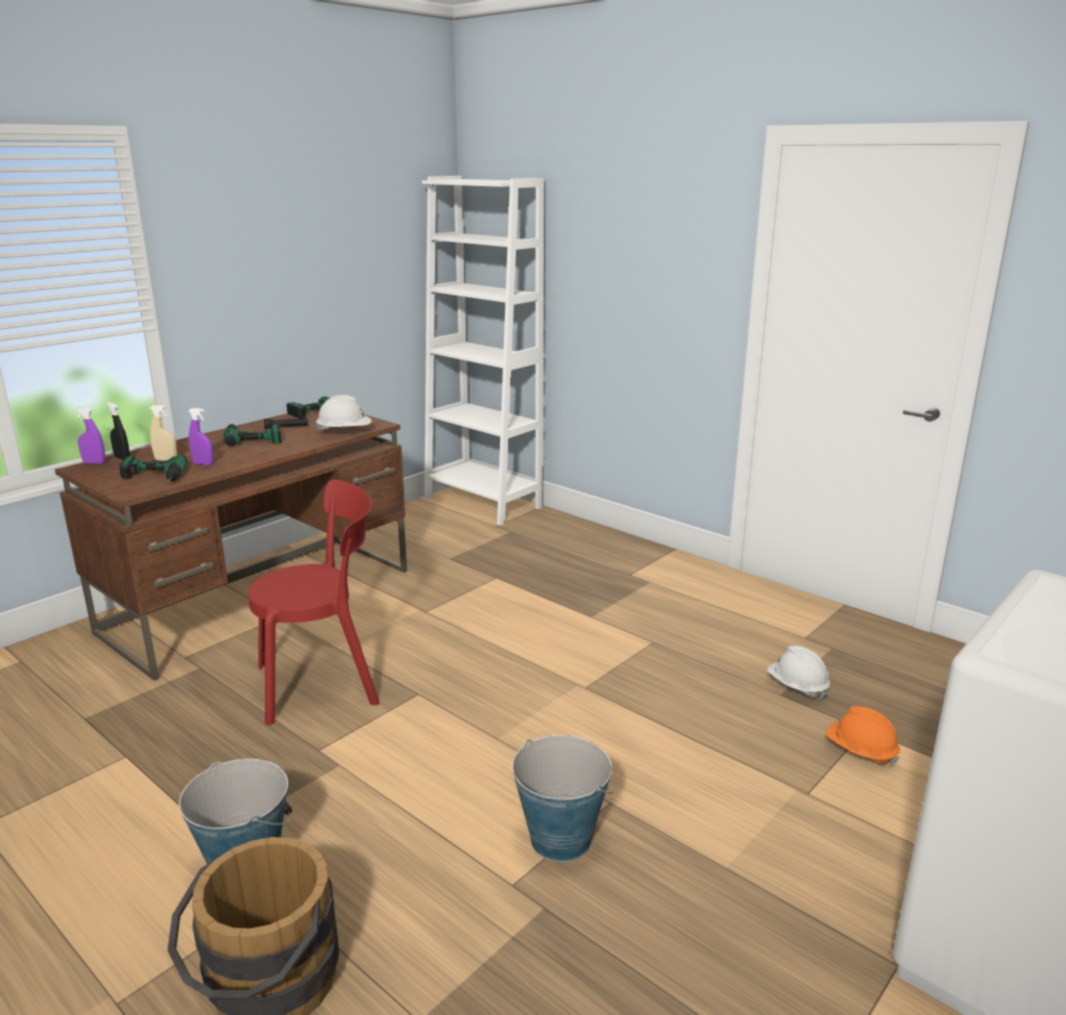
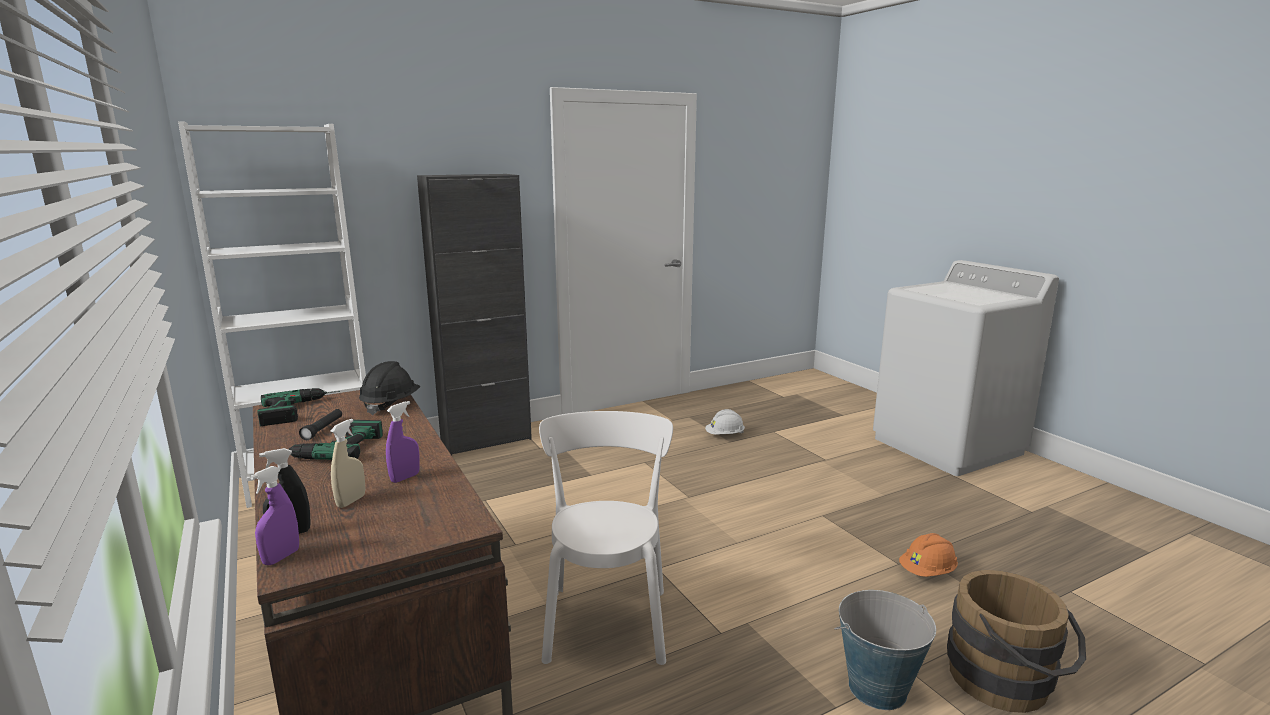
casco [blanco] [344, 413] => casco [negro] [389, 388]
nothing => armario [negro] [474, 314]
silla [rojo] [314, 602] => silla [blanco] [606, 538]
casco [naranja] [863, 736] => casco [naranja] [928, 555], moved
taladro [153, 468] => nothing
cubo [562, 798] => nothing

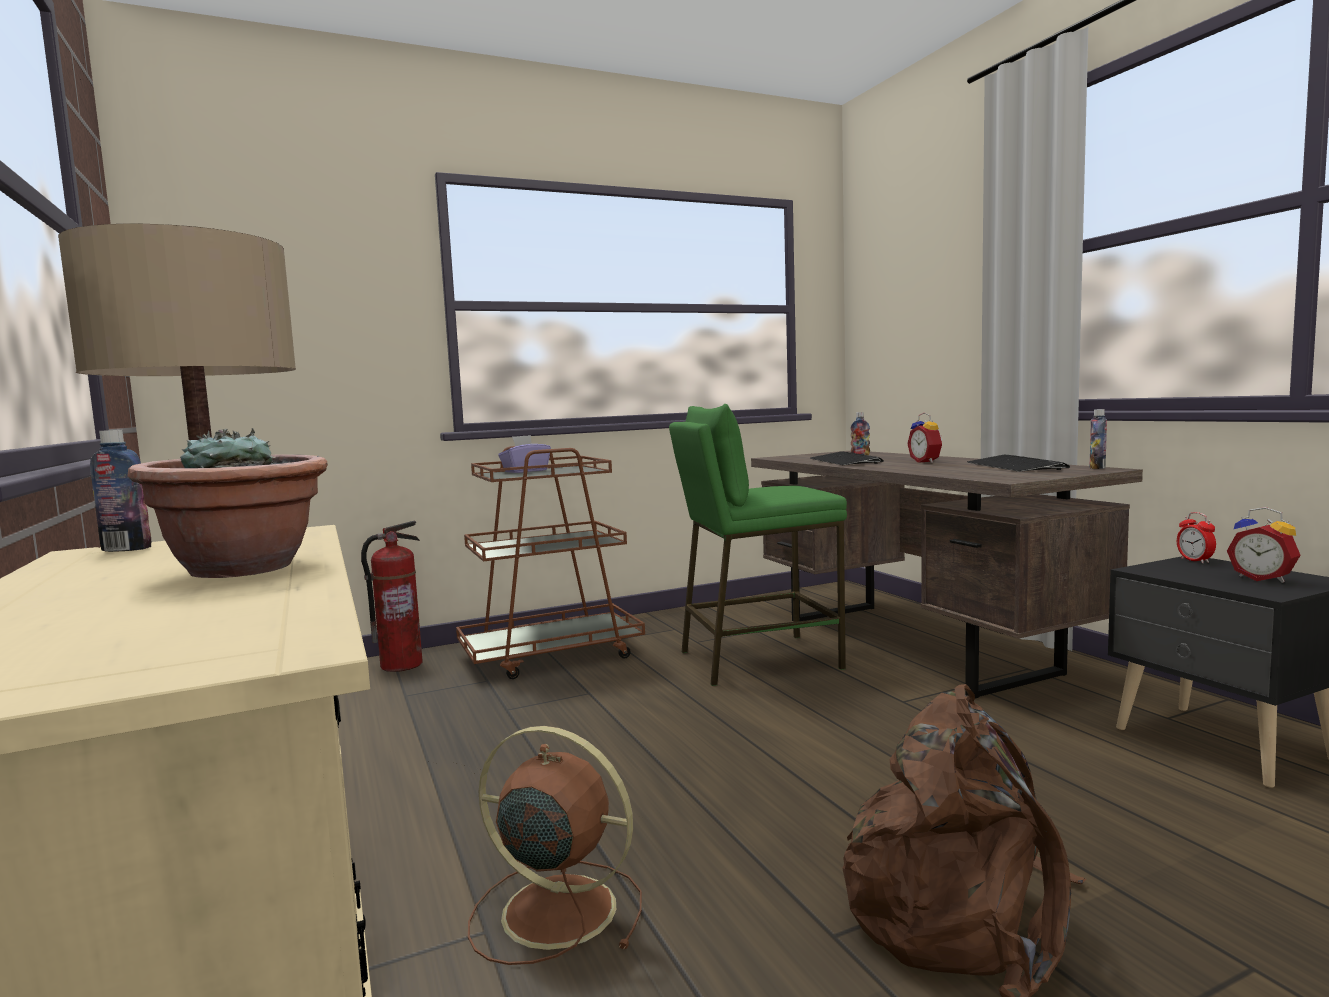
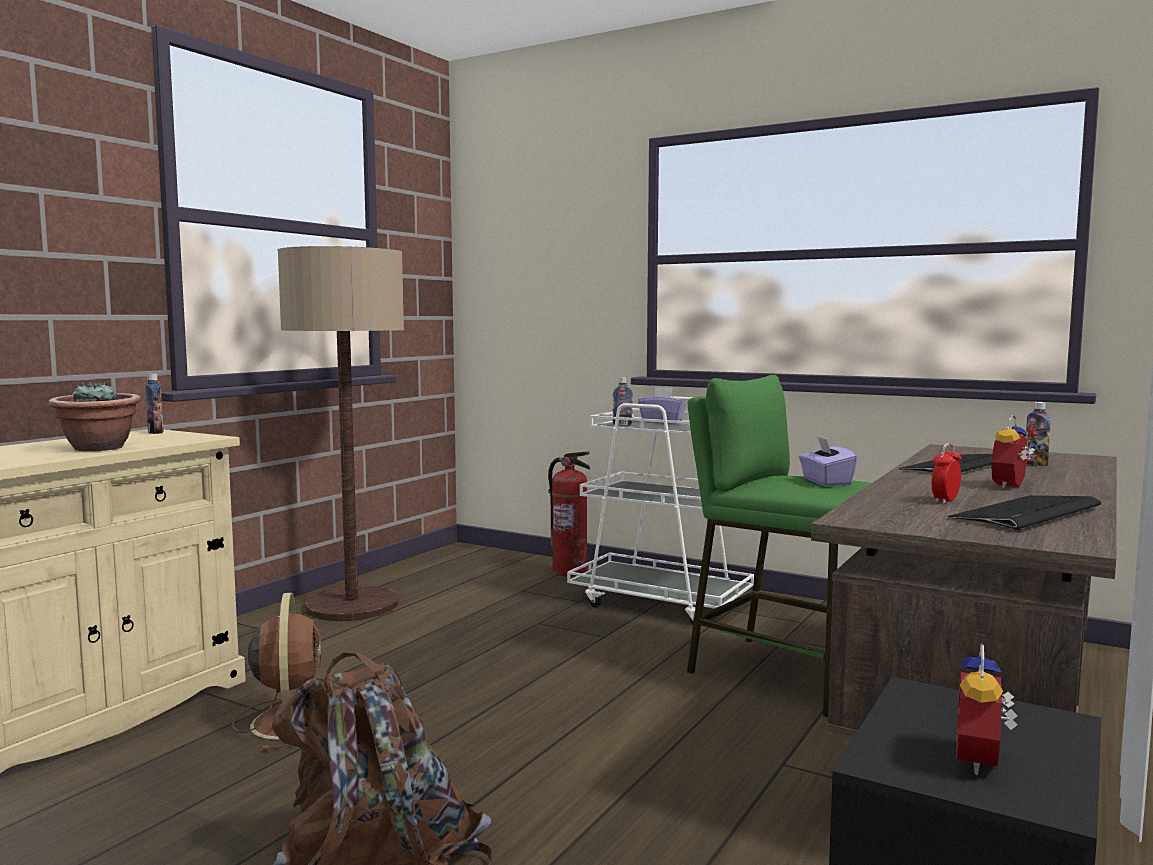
carrito [marrón] [550, 562] => carrito [blanco] [660, 510]
botella [1098, 439] => botella [622, 402], moved
nothing => caja de pañuelos [morado] [828, 461]
despertador [1196, 538] => despertador [947, 473], moved

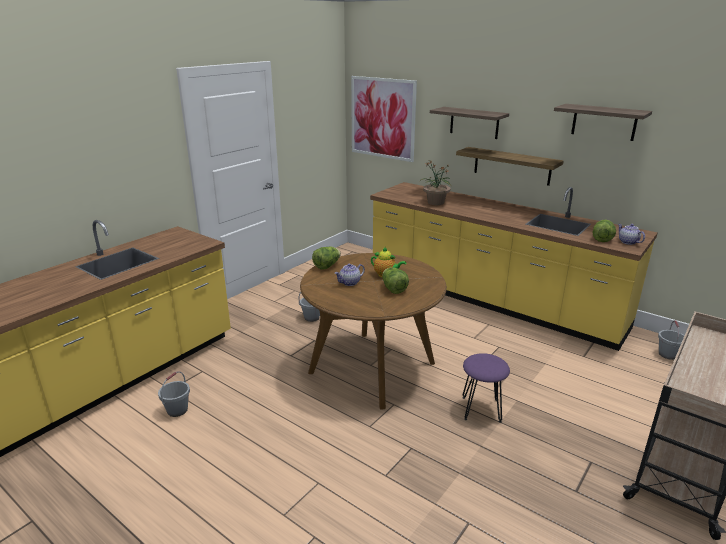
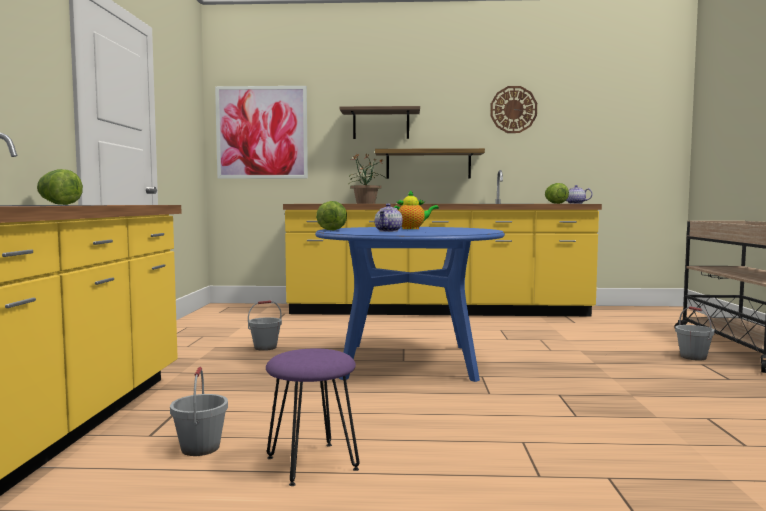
lechuga [396, 280] => lechuga [60, 187], moved
taburete [morado] [486, 388] => taburete [morado] [312, 417], moved
mesa de comedor [marrón] [373, 331] => mesa de comedor [azul] [410, 304]
estante [603, 122] => reloj de pared [513, 109]
cubo [gris] [671, 340] => cubo [gris] [695, 333], moved

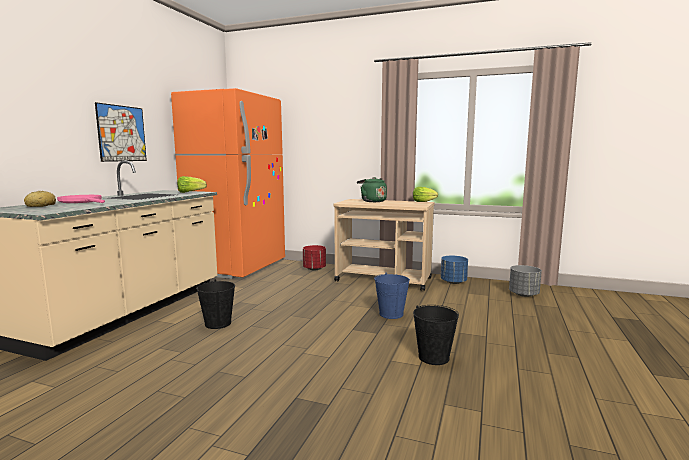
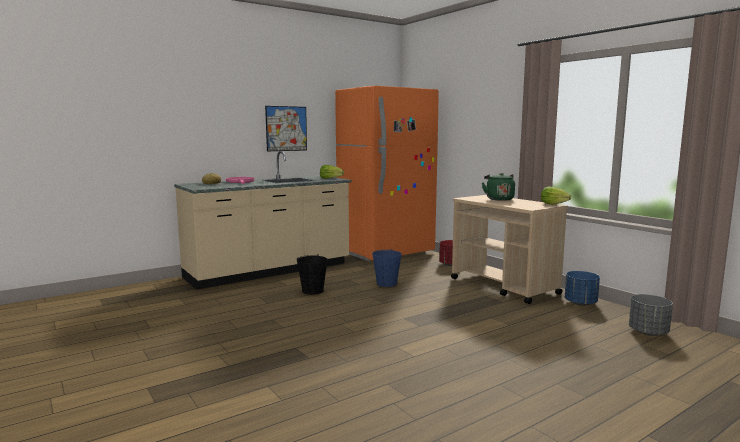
cubo [azul] [392, 296] => cubo [azul] [387, 268], moved
cubo [negro] [436, 335] => nothing

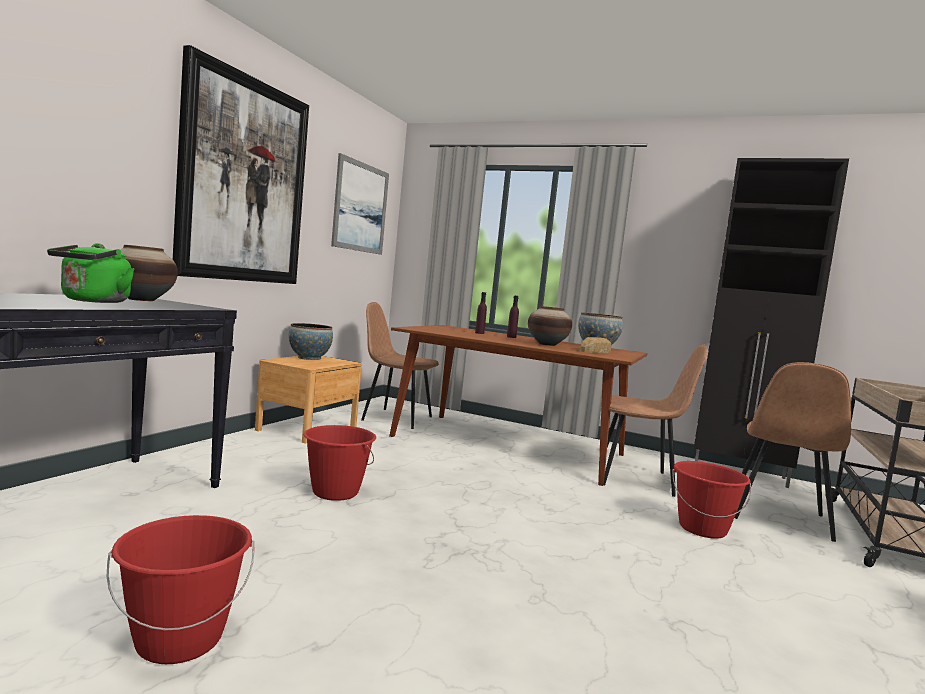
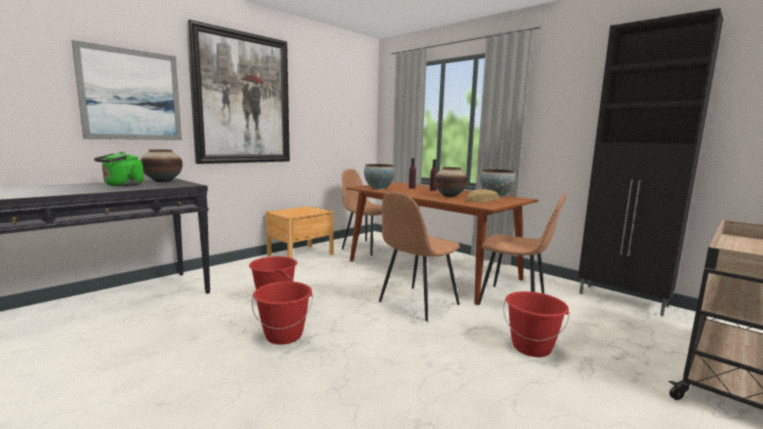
cuadro [360, 204] => cuadro [126, 90], moved
cubo [rojo] [181, 589] => cubo [rojo] [282, 313], moved
cuenco [311, 341] => cuenco [379, 177], moved
silla [marrón] [793, 452] => silla [marrón] [419, 256], moved

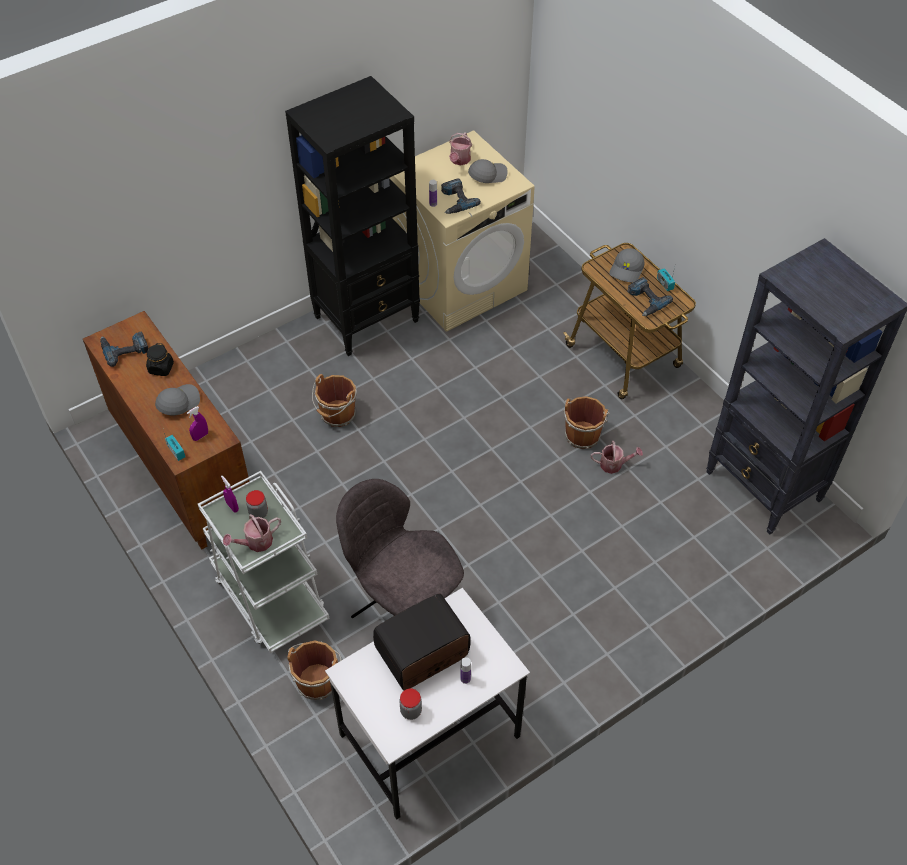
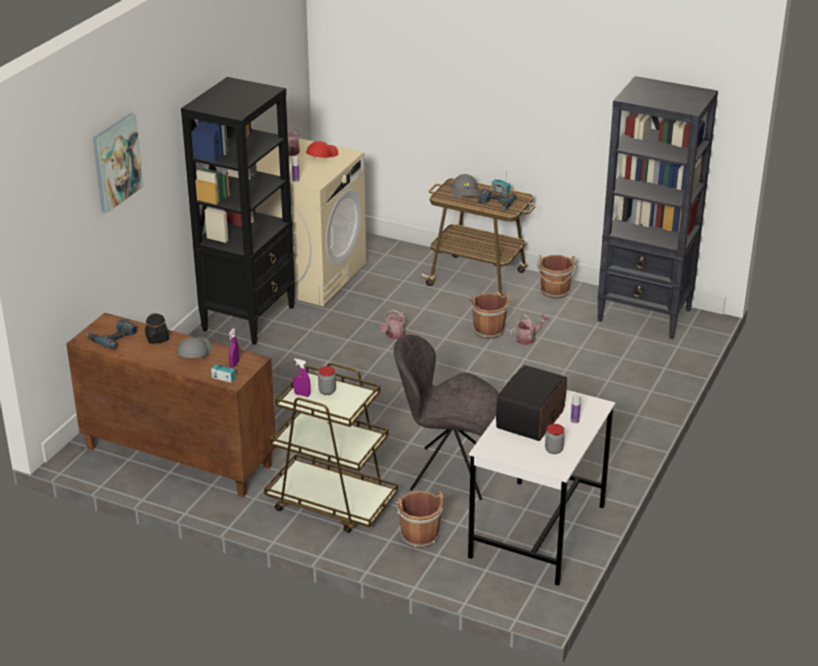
nothing => cuadro [118, 163]
carrito [blanco] [263, 562] => carrito [marrón] [331, 448]
gorra [gris] [488, 171] => gorra [rojo] [322, 149]
regadera [252, 533] => regadera [392, 324], moved
cubo [marrón] [334, 400] => cubo [marrón] [557, 277], moved
taladro [461, 196] => nothing

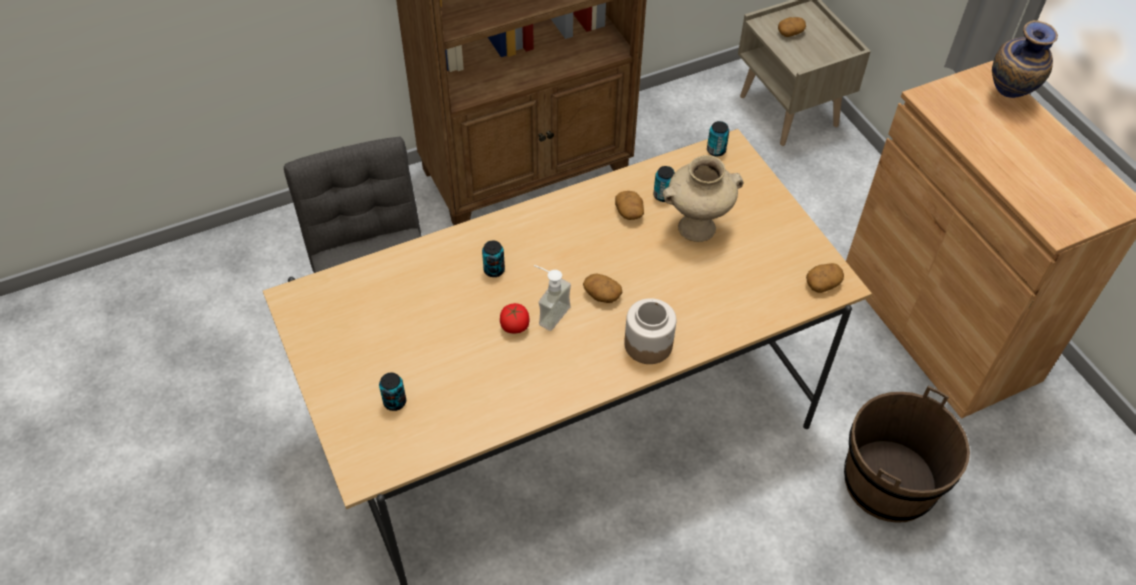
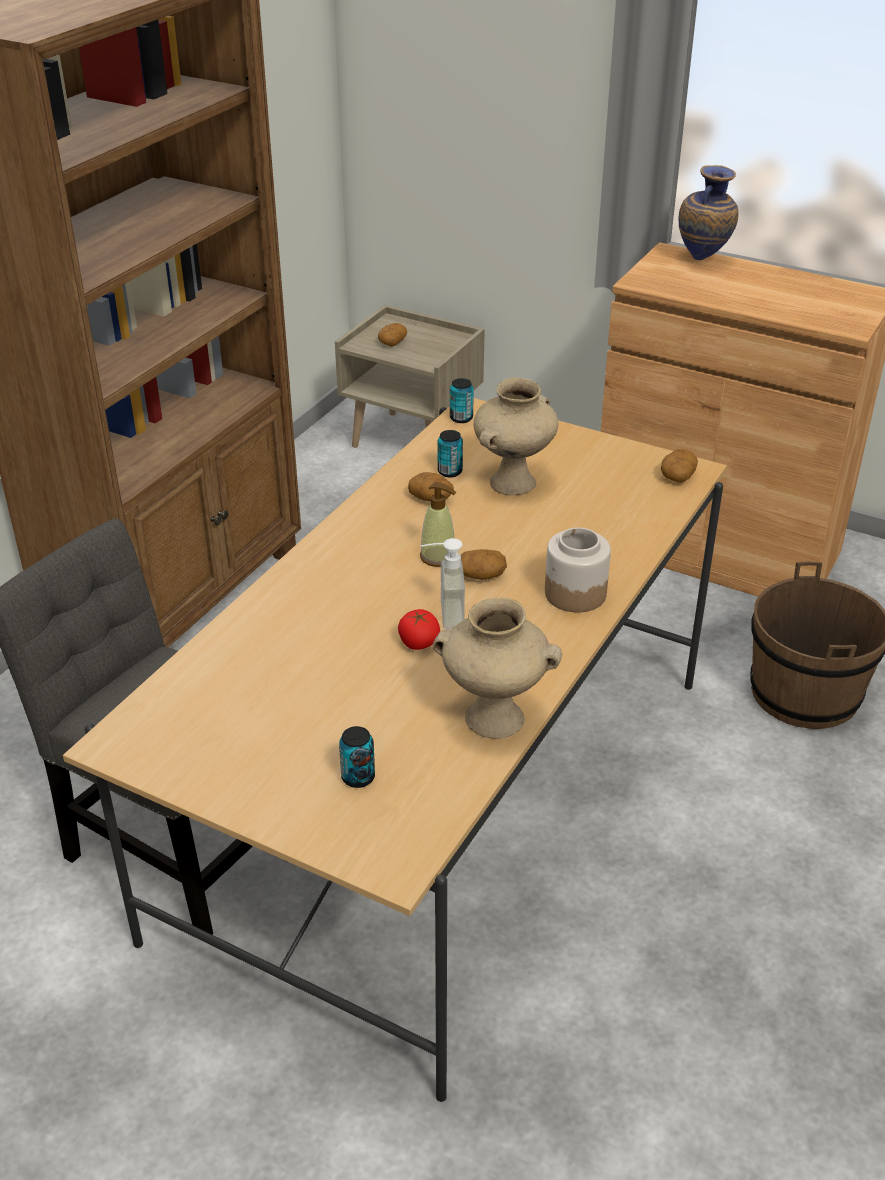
nothing => dispensador de jabón [438, 524]
nothing => florero [beis] [498, 668]
lata [493, 259] => nothing

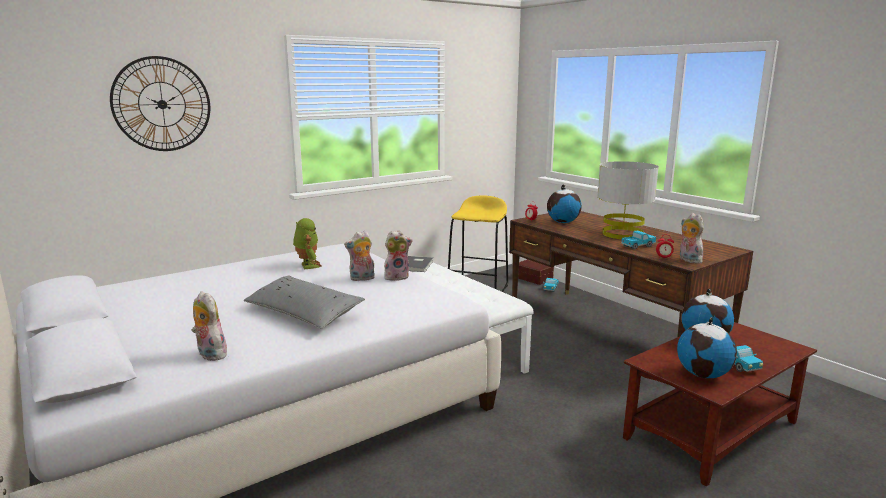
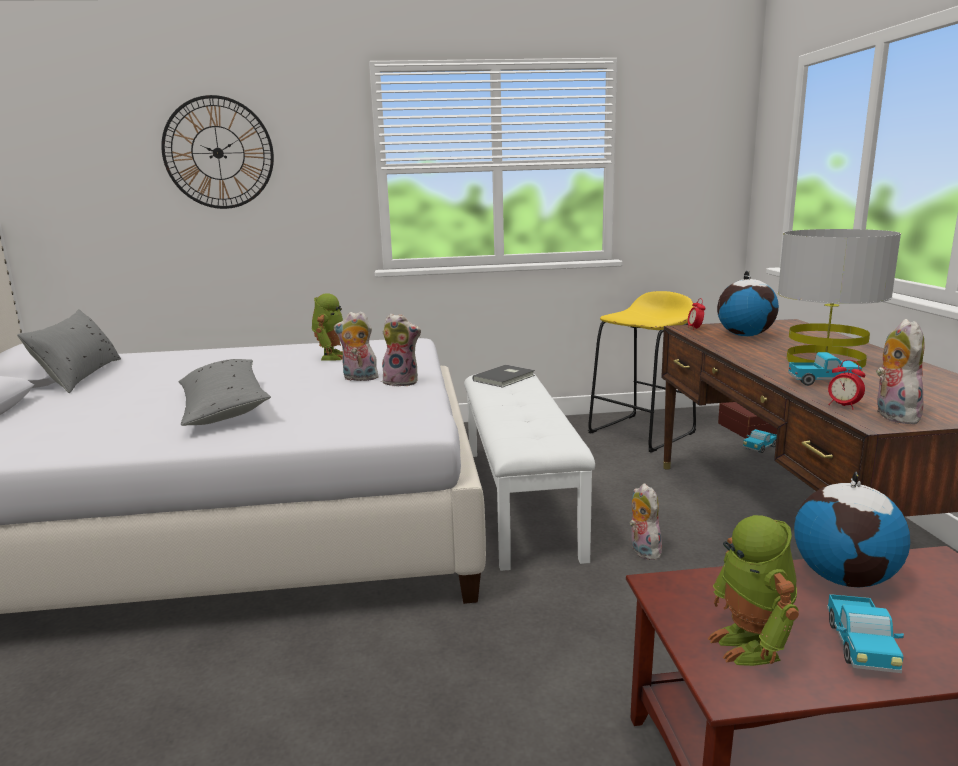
nothing => cojín [gris] [69, 351]
peluche [209, 326] => peluche [646, 521], moved
globo terráqueo [707, 347] => robot de juguete [753, 590]

